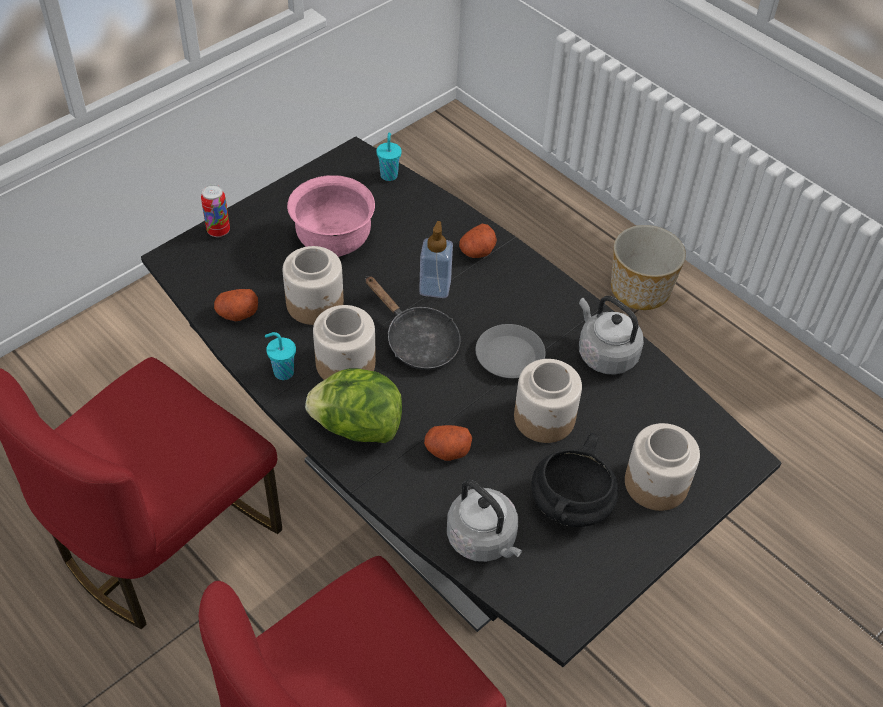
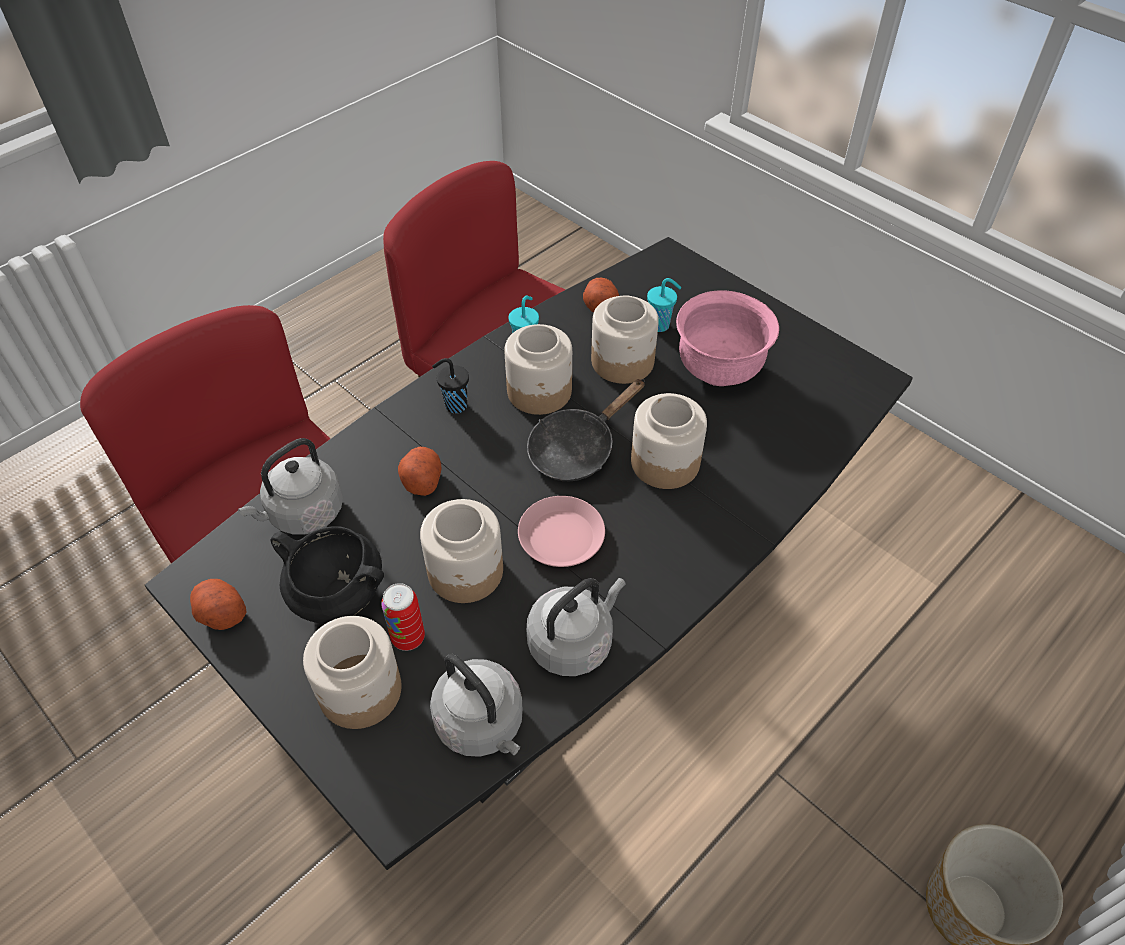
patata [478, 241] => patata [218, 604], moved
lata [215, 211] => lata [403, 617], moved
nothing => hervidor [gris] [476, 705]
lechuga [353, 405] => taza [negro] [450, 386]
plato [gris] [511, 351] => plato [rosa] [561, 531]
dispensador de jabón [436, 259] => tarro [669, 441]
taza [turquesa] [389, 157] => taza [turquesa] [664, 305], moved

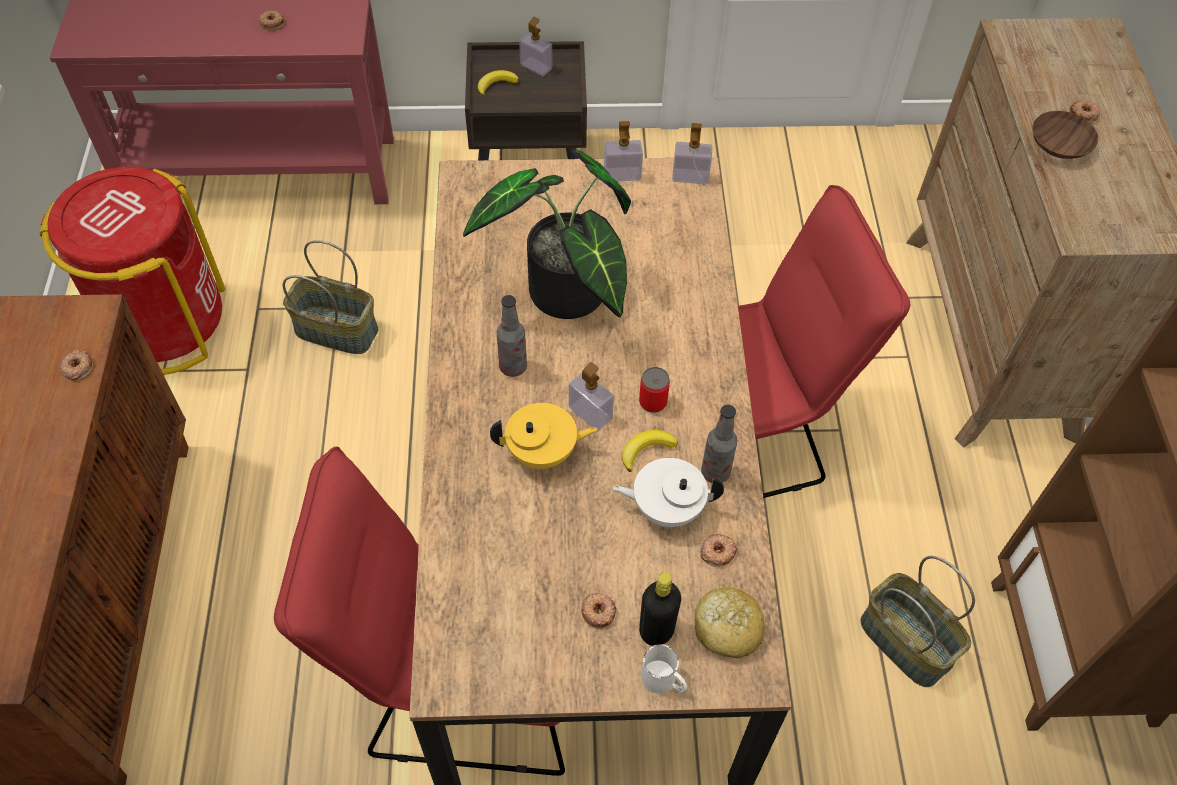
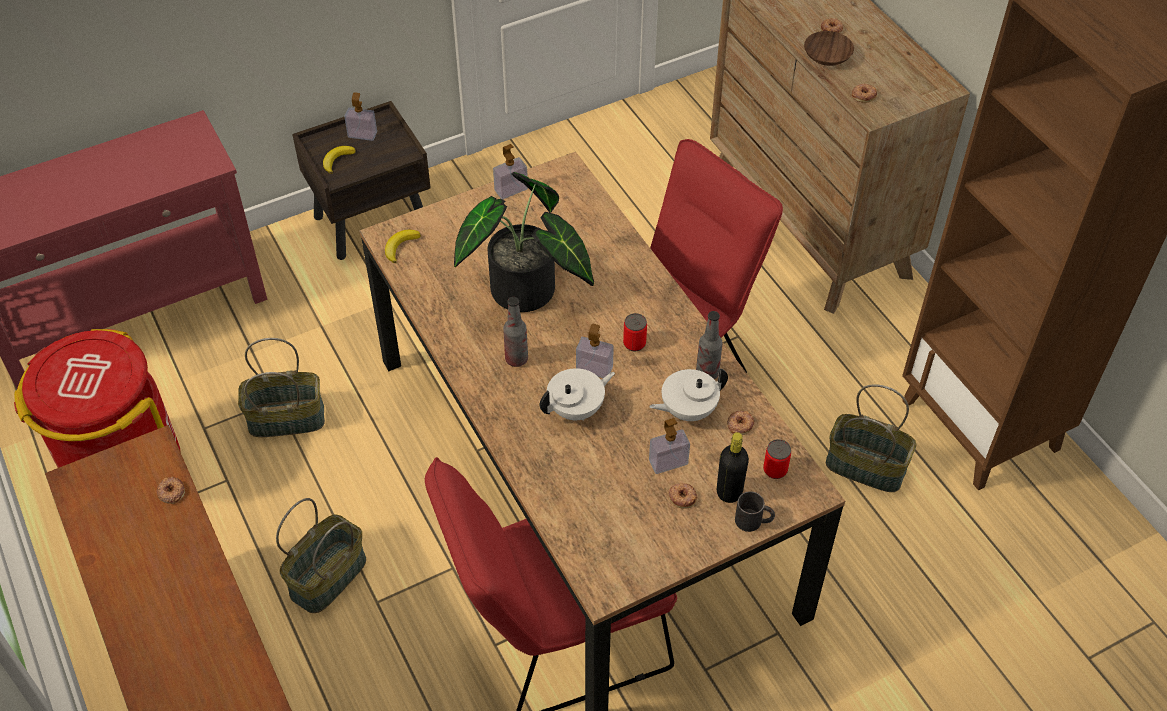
nothing => cesta [321, 555]
plátano [650, 451] => plátano [403, 246], moved
tetera [amarillo] [544, 436] => tetera [blanco] [577, 394]
dispensador de jabón [692, 154] => dispensador de jabón [669, 446], moved
taza grande [blanco] [664, 668] => taza grande [negro] [755, 511]
pan [729, 623] => lata [777, 459]
rosquilla [271, 20] => rosquilla [864, 93], moved

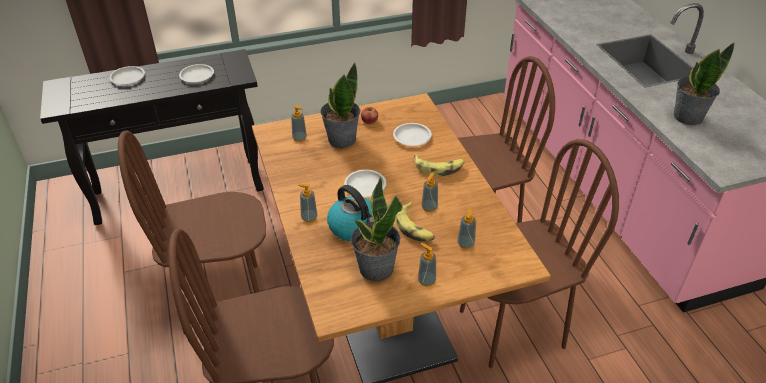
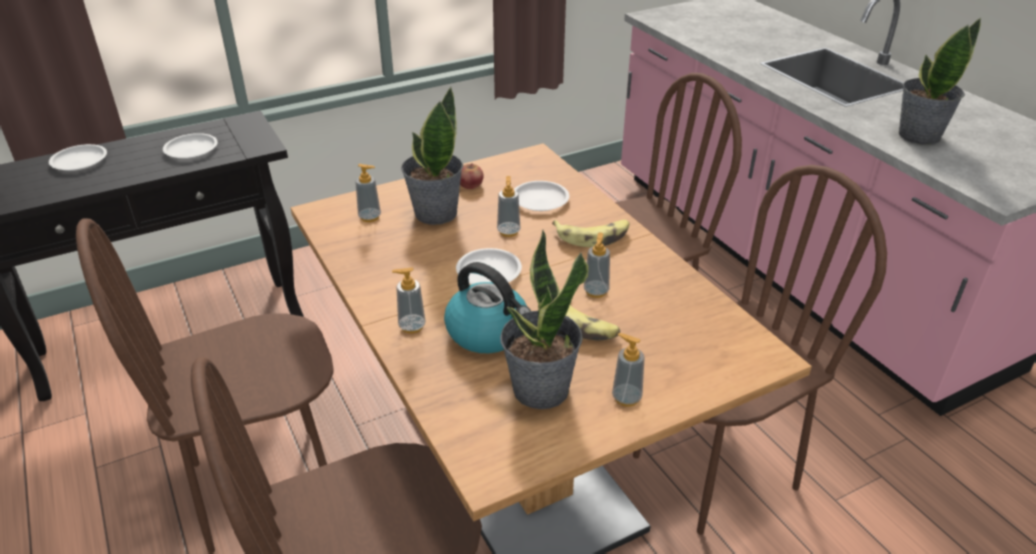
dispensador de jabón [466, 228] => dispensador de jabón [508, 206], moved

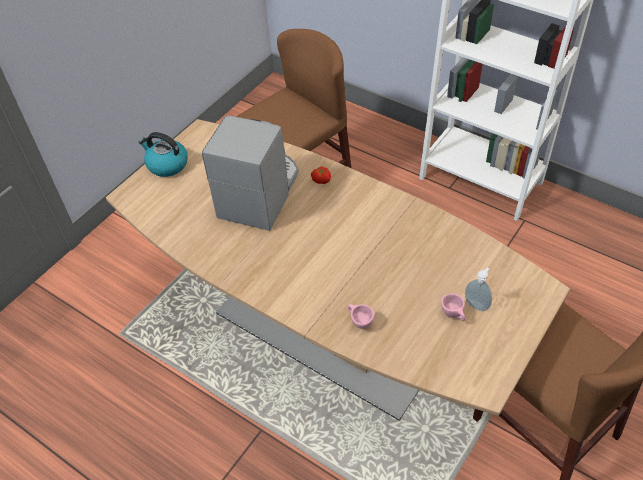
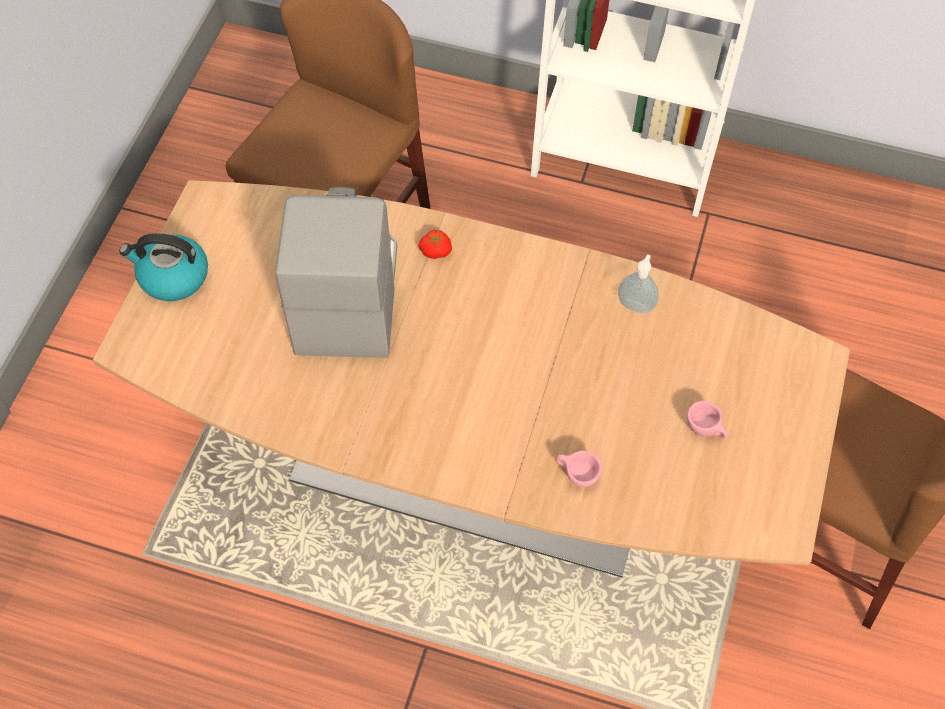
dispensador de jabón [478, 289] => dispensador de jabón [638, 283], moved

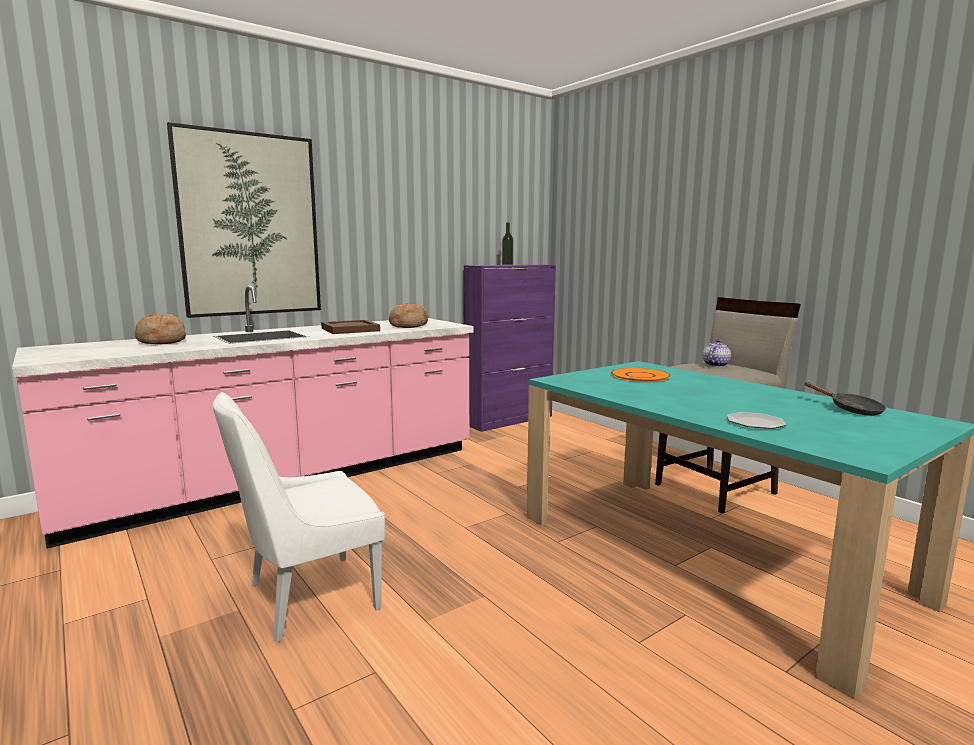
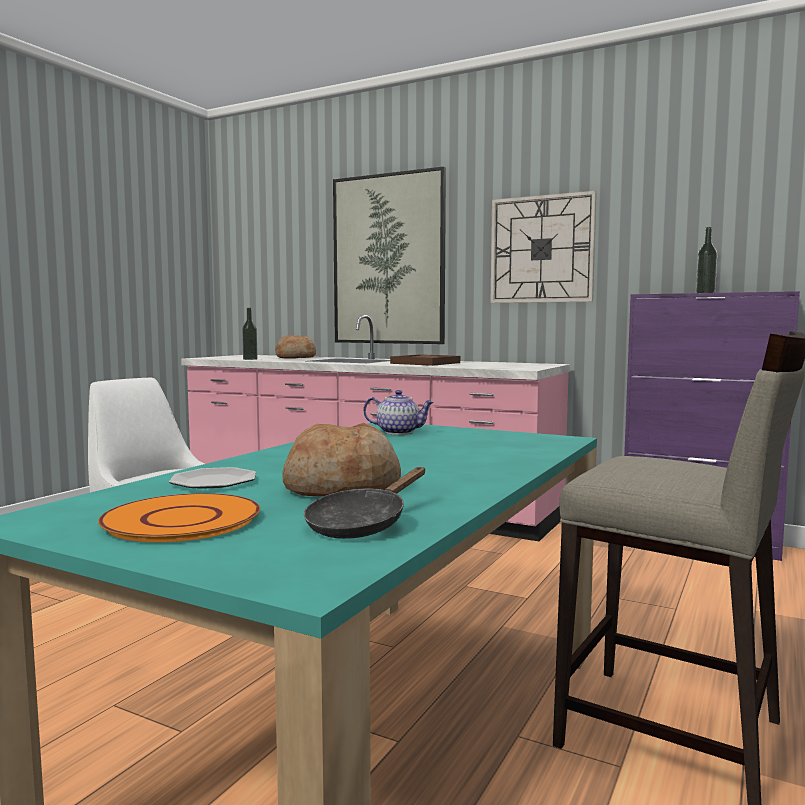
plato [naranja] [641, 375] => plato [naranja] [179, 517], moved
nothing => botella [249, 334]
pan [408, 315] => pan [341, 459], moved
tetera [717, 353] => tetera [398, 412], moved
nothing => reloj de pared [544, 247]

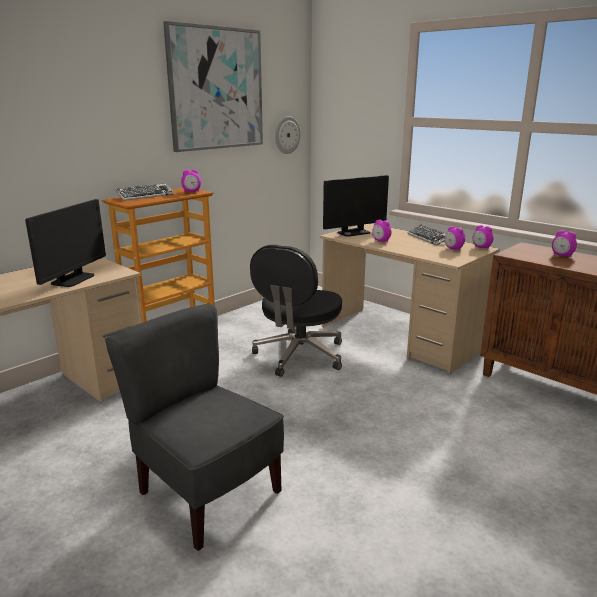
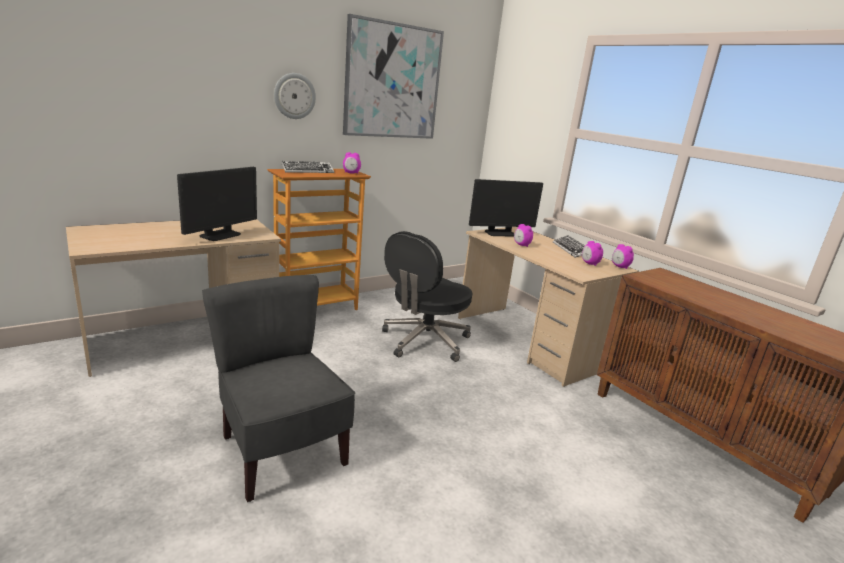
reloj de pared [288, 135] => reloj de pared [295, 96], moved
despertador [564, 243] => nothing

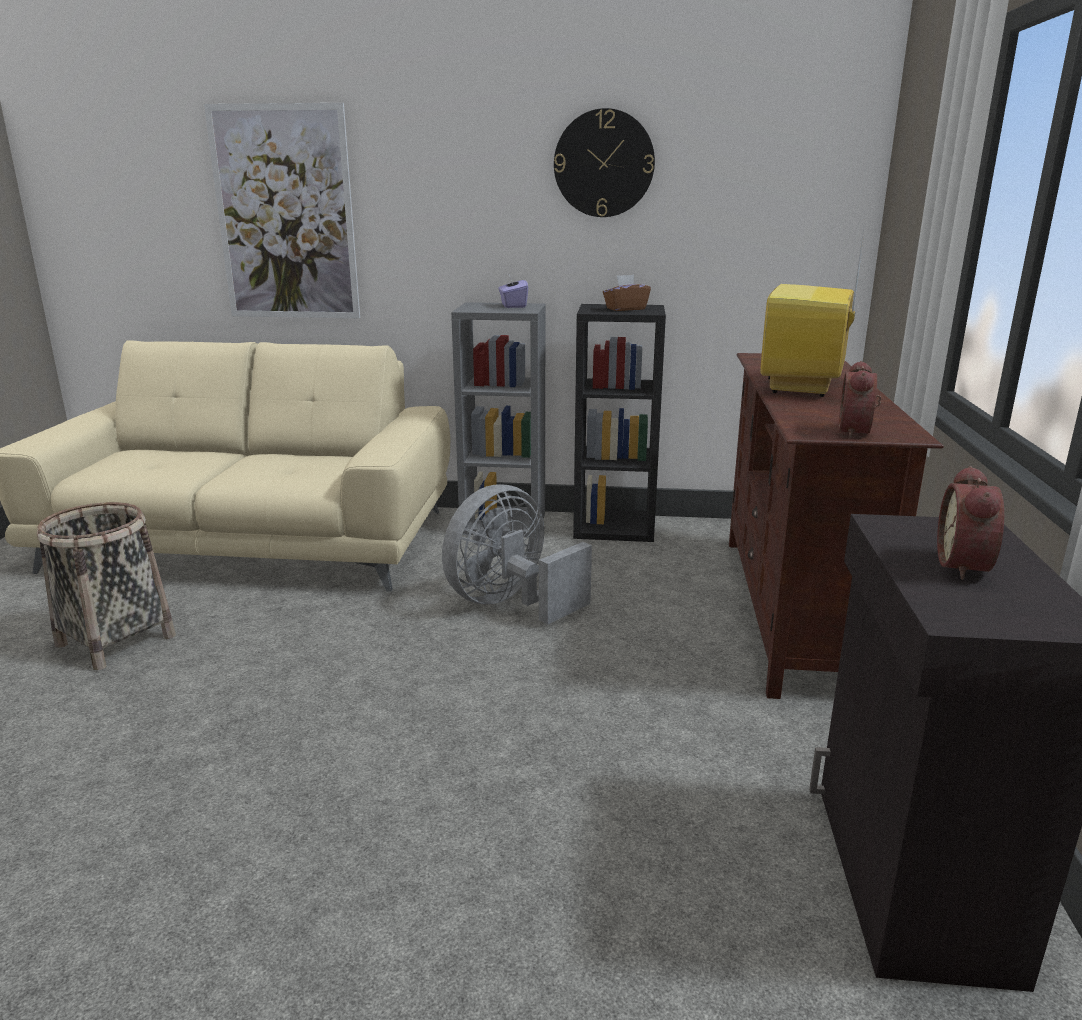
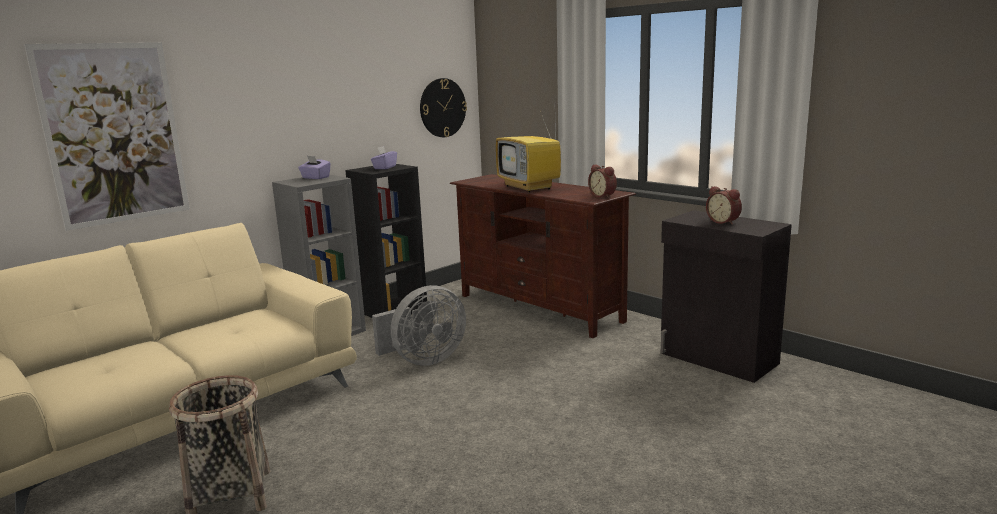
caja de pañuelos [marrón] [627, 293] => caja de pañuelos [morado] [384, 157]
ventilador [gris] [517, 555] => ventilador [gris] [419, 325], 120 degrees counterclockwise
reloj de pared [604, 162] => reloj de pared [443, 107], moved

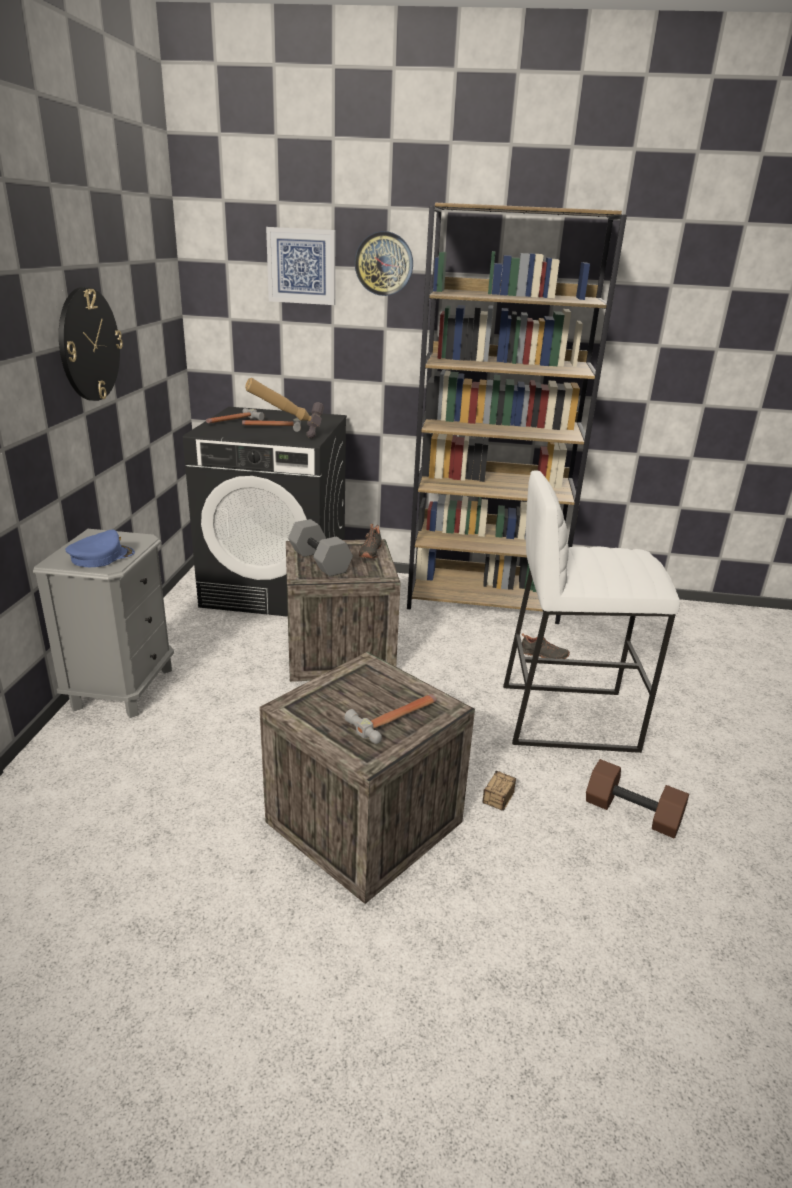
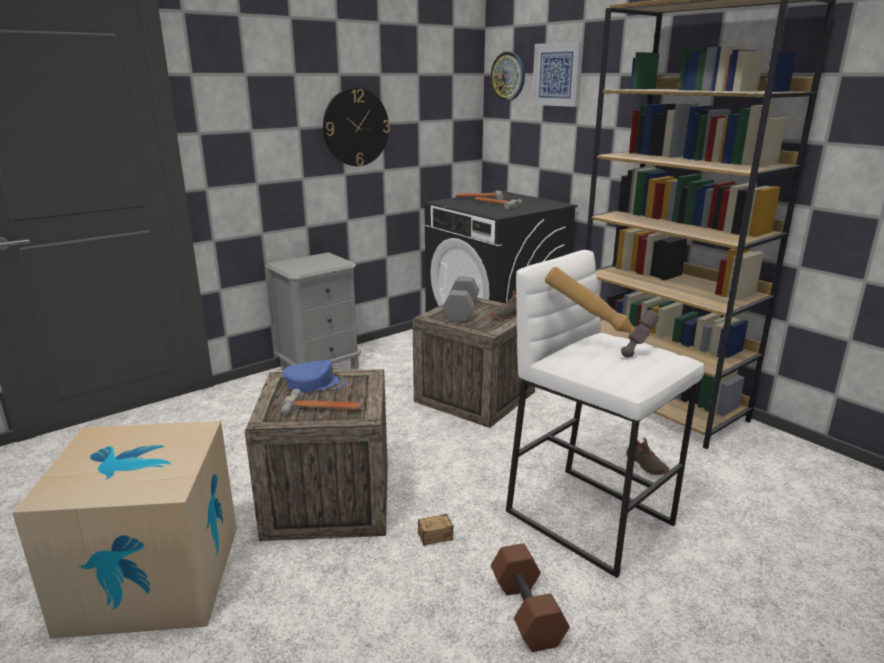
nothing => caja de cartón [124, 530]
gorra [azul] [100, 548] => gorra [azul] [314, 376], moved
reloj de pared [384, 263] => reloj de pared [507, 76], moved
martillo [284, 408] => martillo [602, 312], moved

